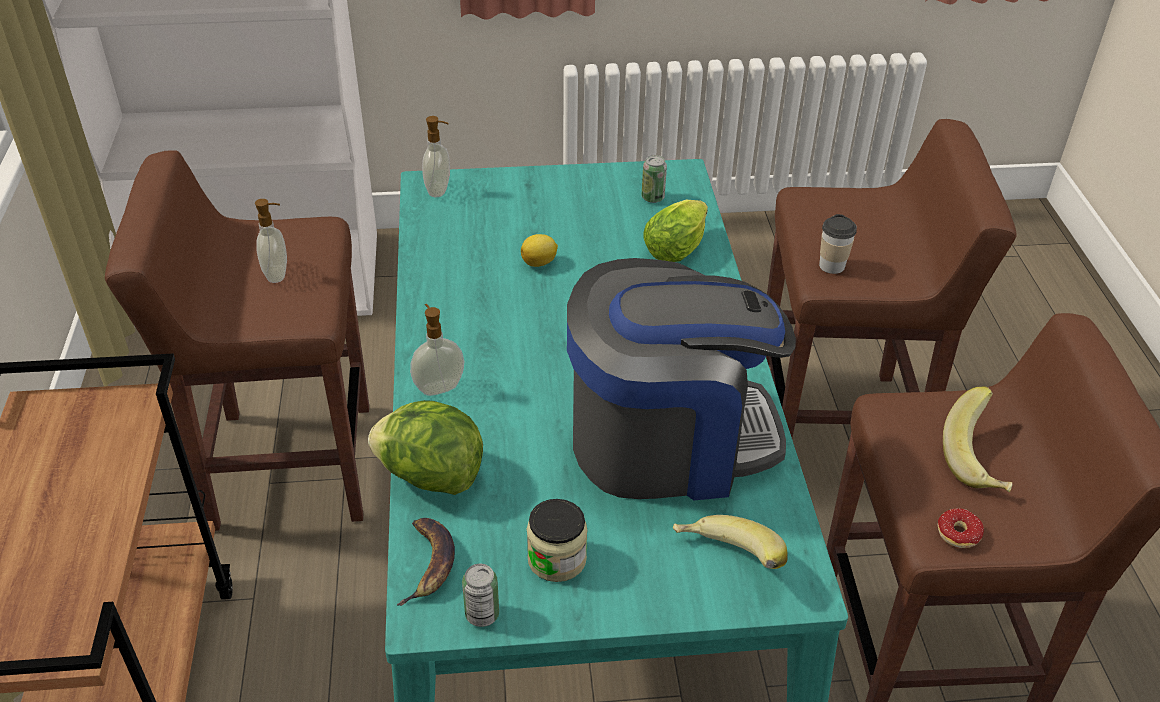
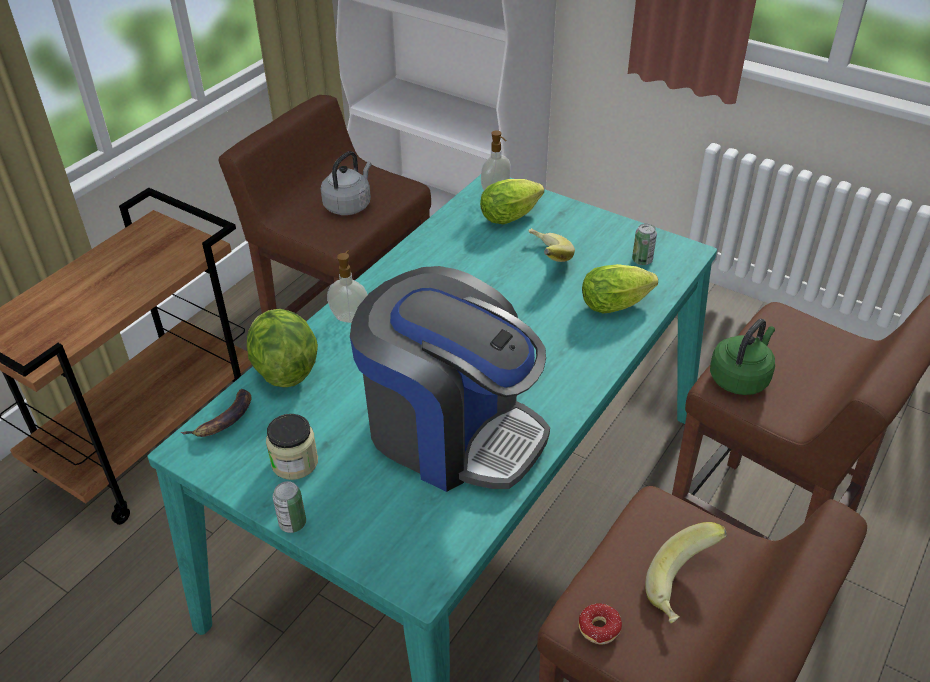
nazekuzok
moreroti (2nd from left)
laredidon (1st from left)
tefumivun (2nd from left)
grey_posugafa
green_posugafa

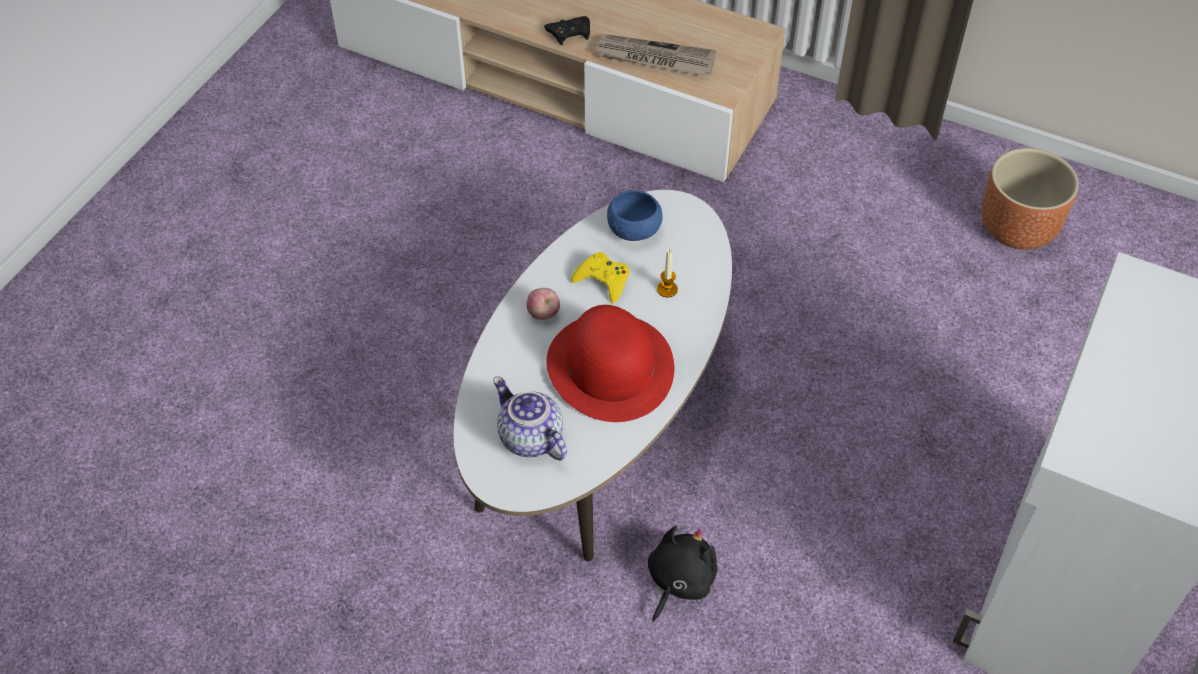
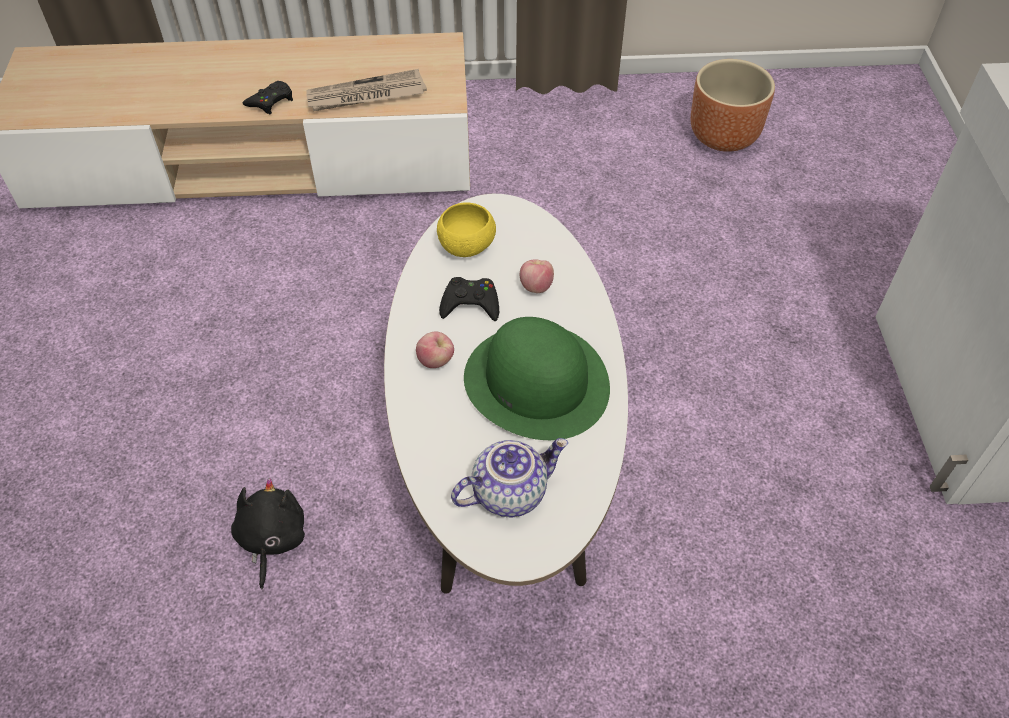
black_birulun
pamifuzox (2nd from left)
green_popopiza
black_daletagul (2nd from left)
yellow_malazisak
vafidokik

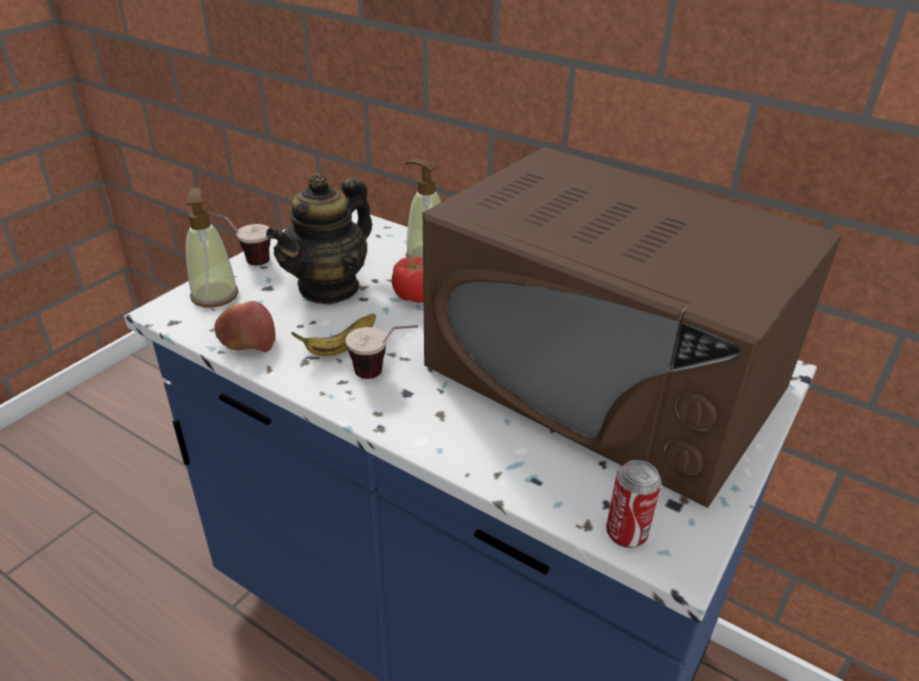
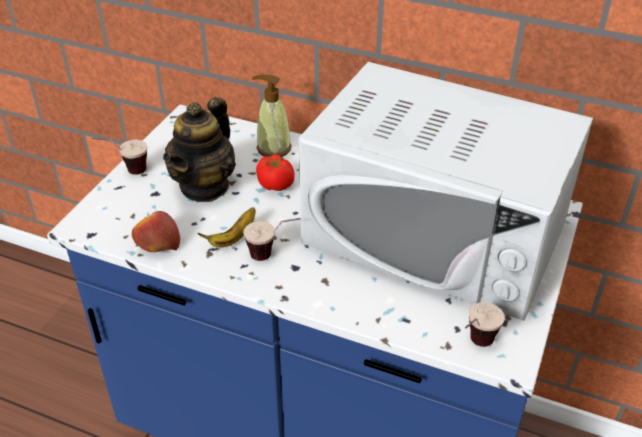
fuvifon (1st from left in the first image)
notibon (3rd from left)
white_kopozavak

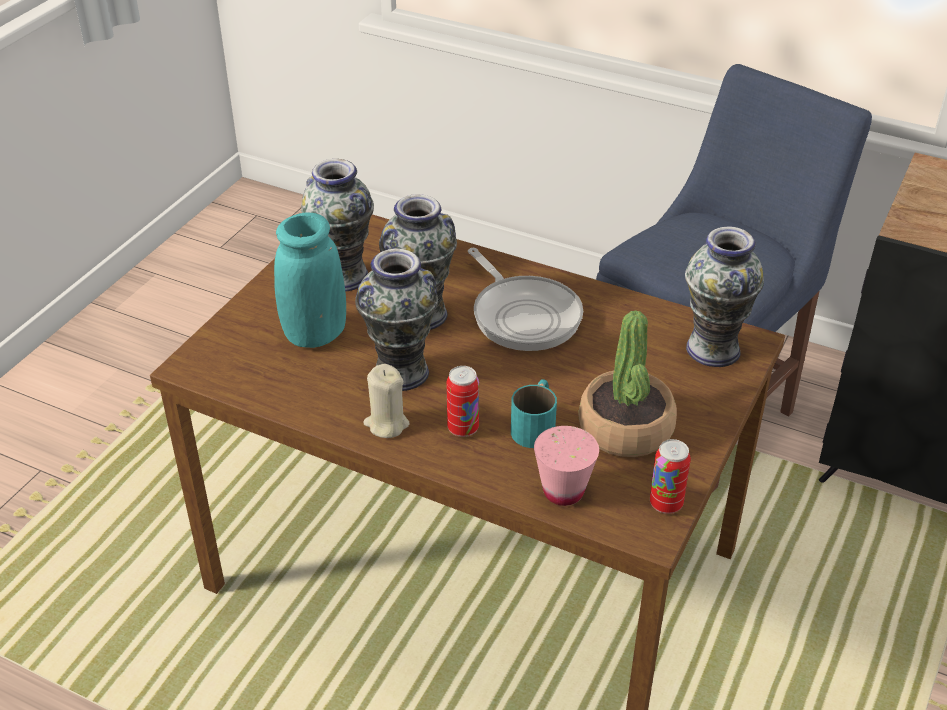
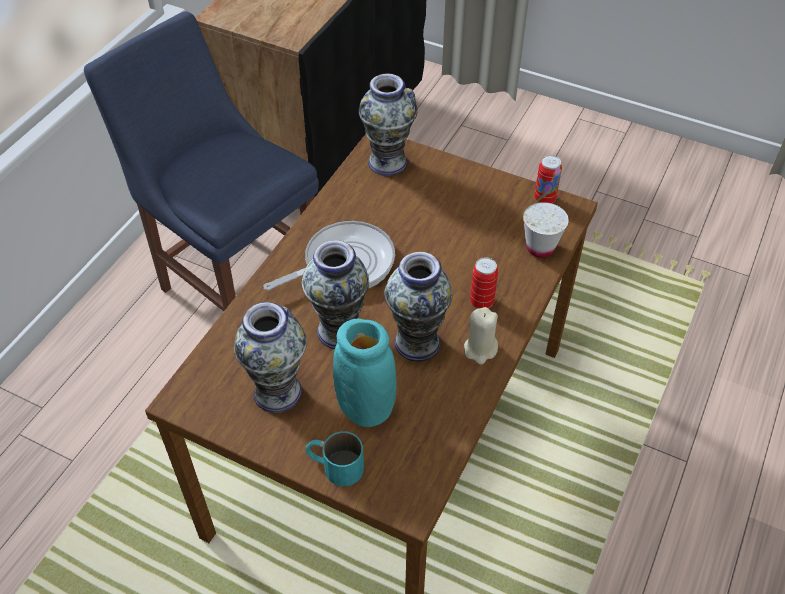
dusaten
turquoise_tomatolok
white_notibon

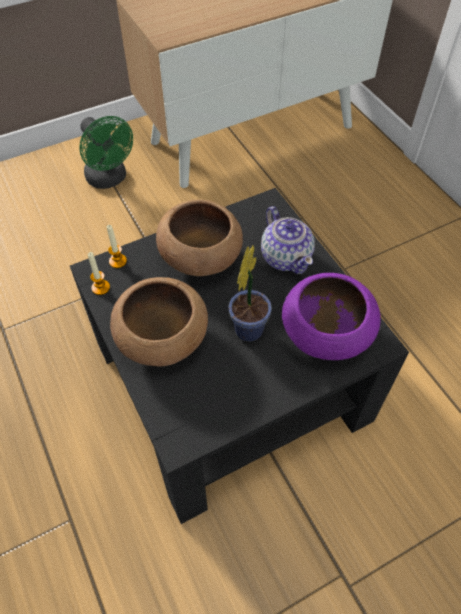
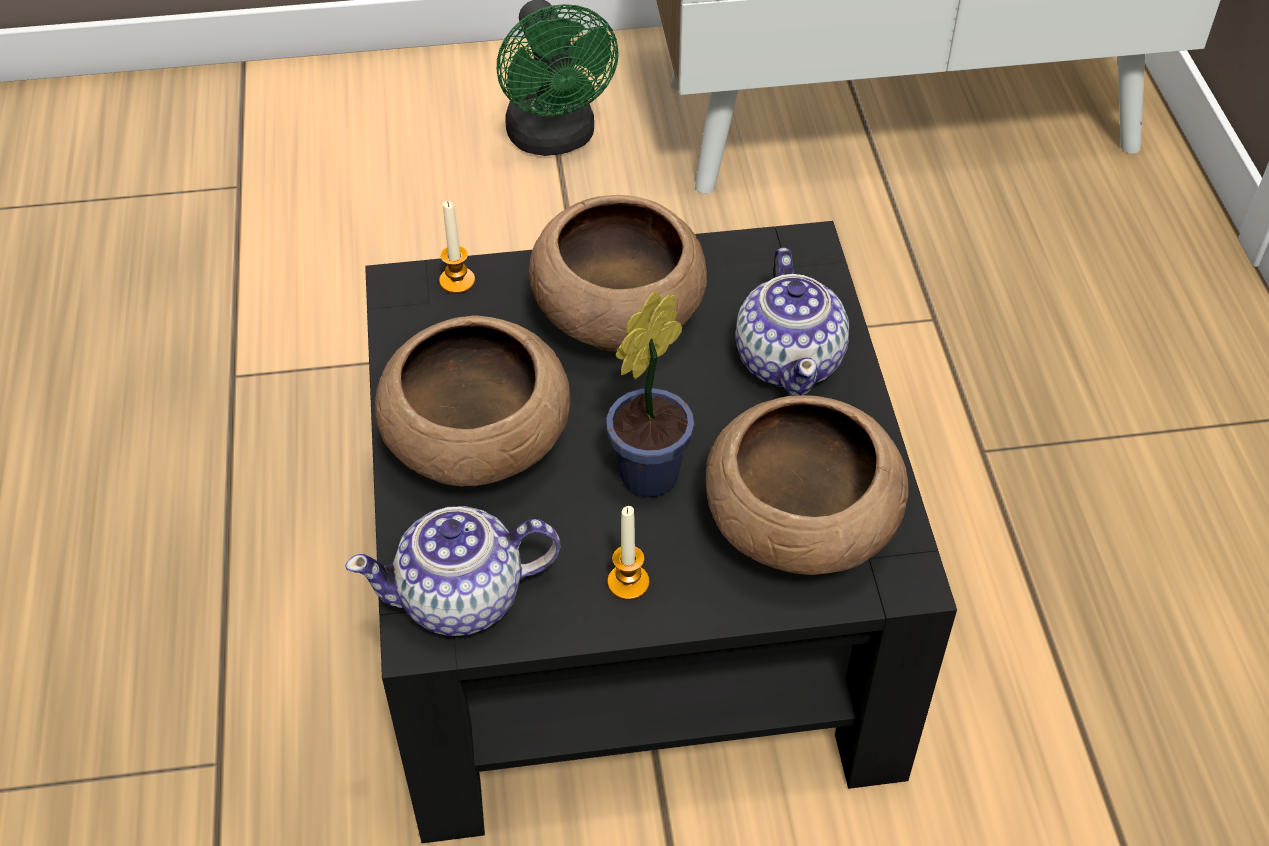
vafidokik (1st from left)
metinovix (2nd from left)
brown_malazisak (3rd from left)

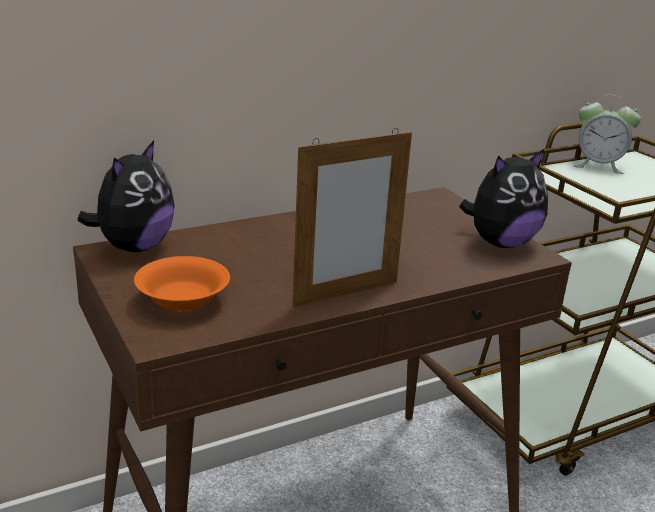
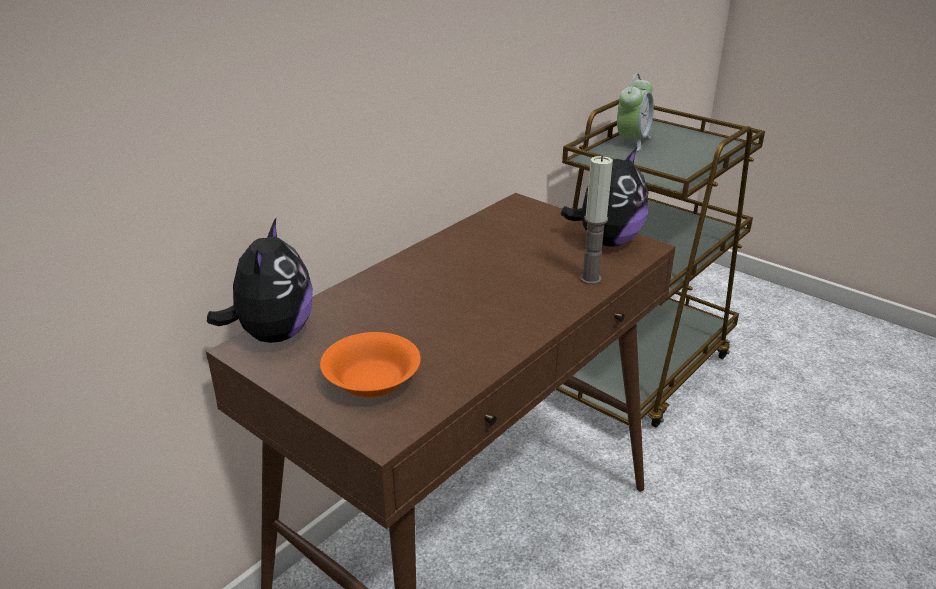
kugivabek
metinovix
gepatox

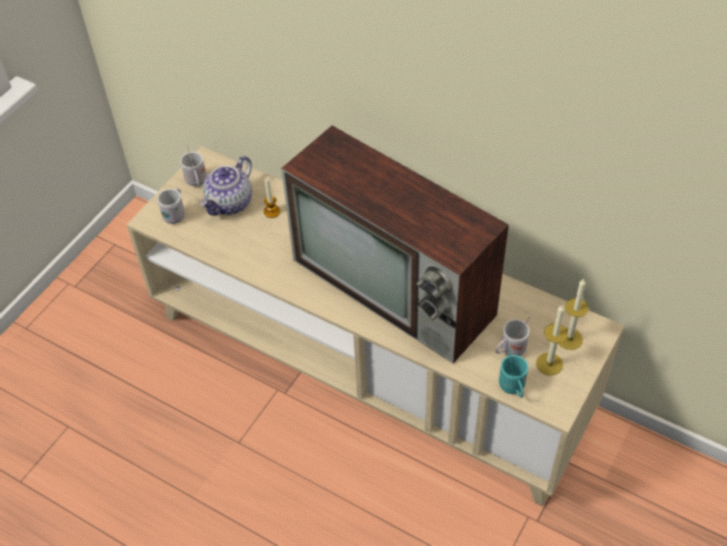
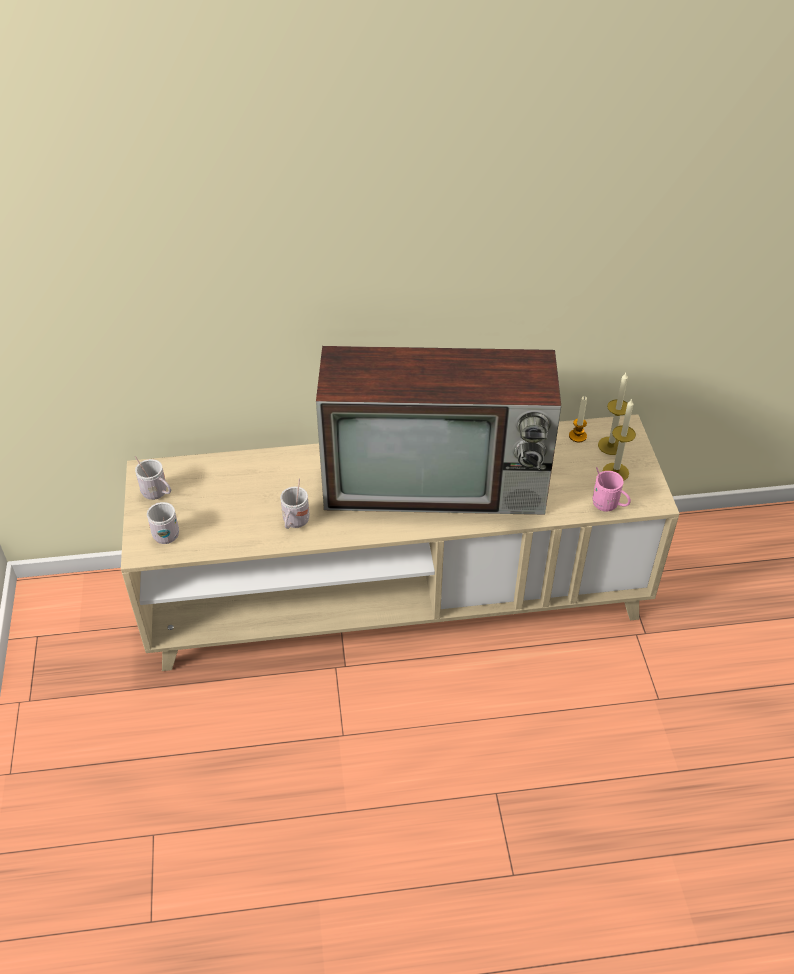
vafidokik
metinovix (1st from left)
white_tomatolok (3rd from left)
pink_tomatolok

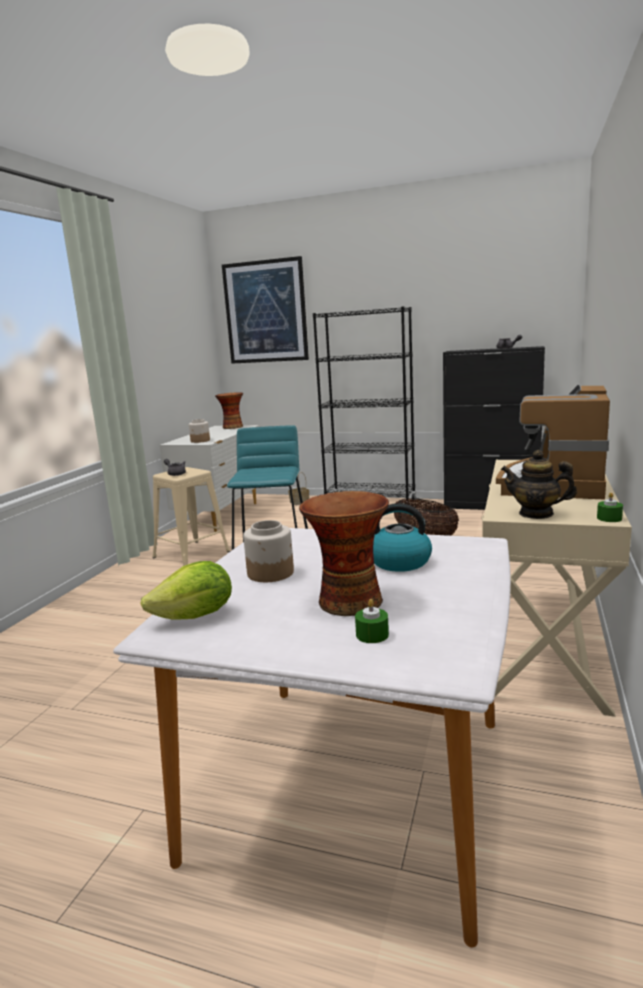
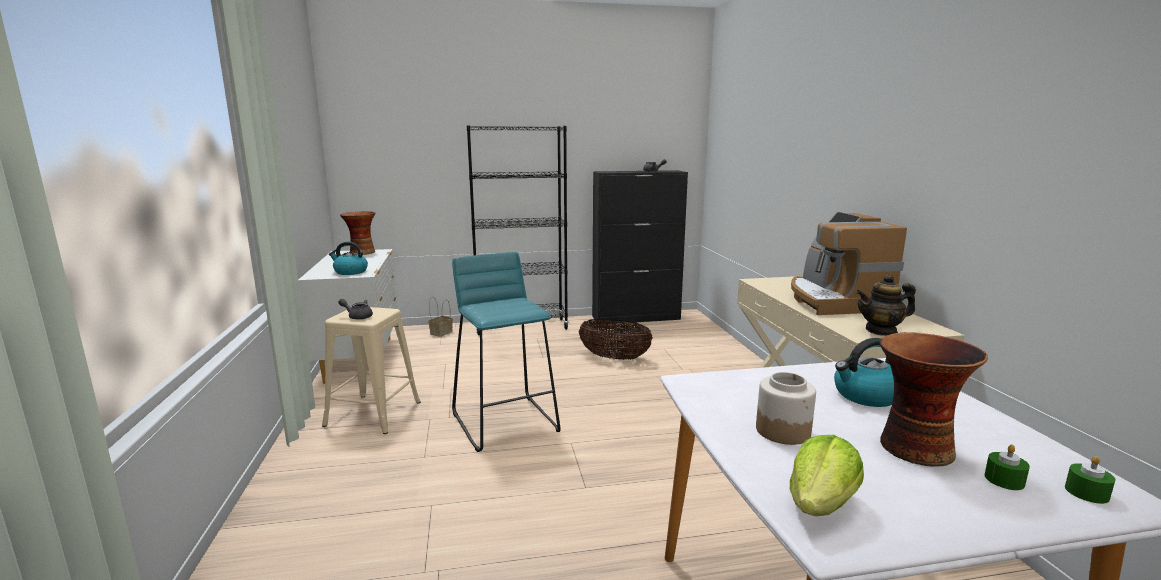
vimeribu
green_metinovix (2nd from left)
posugafa (1st from left)

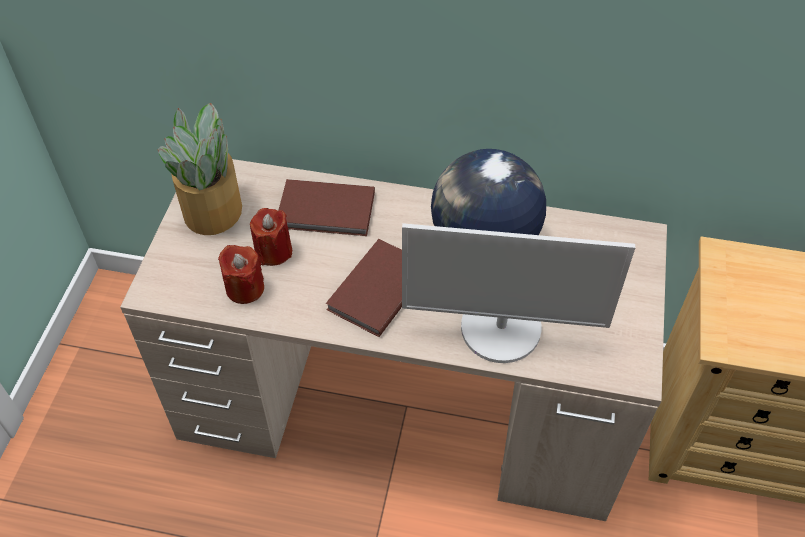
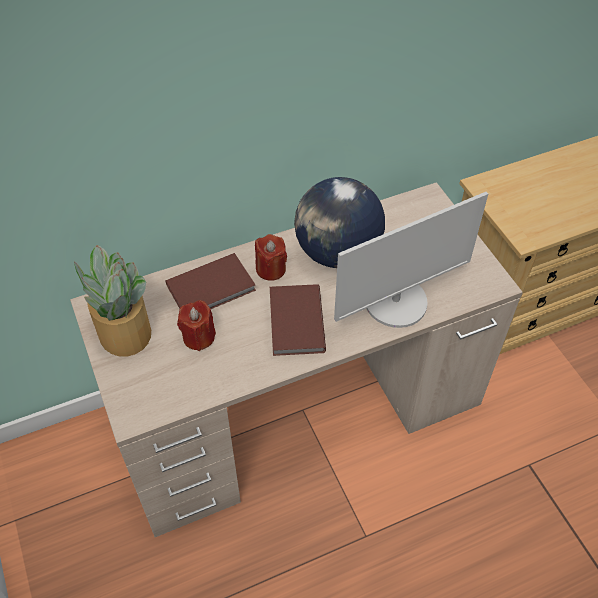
red_metinovix (2nd from left)

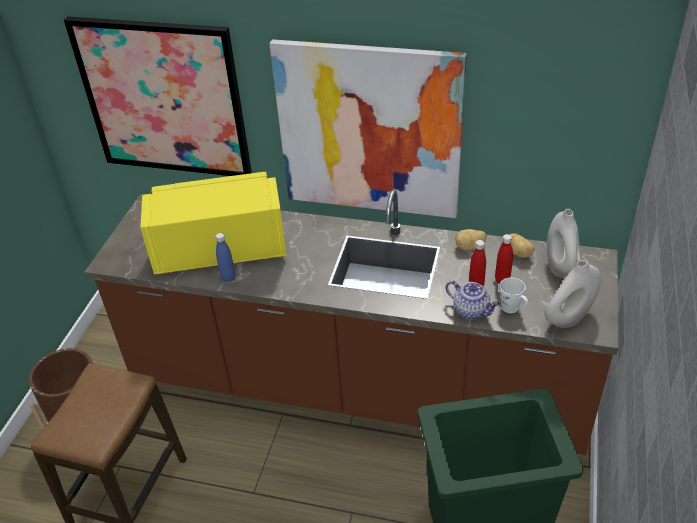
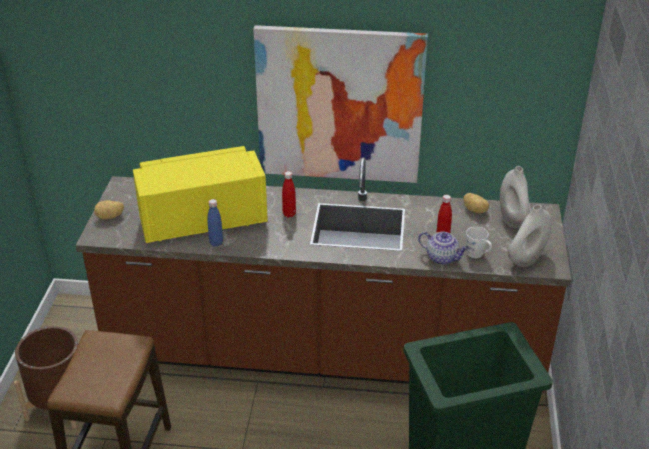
vimeribu (1st from left in the first image)
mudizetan (1st from left)
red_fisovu (1st from left)

